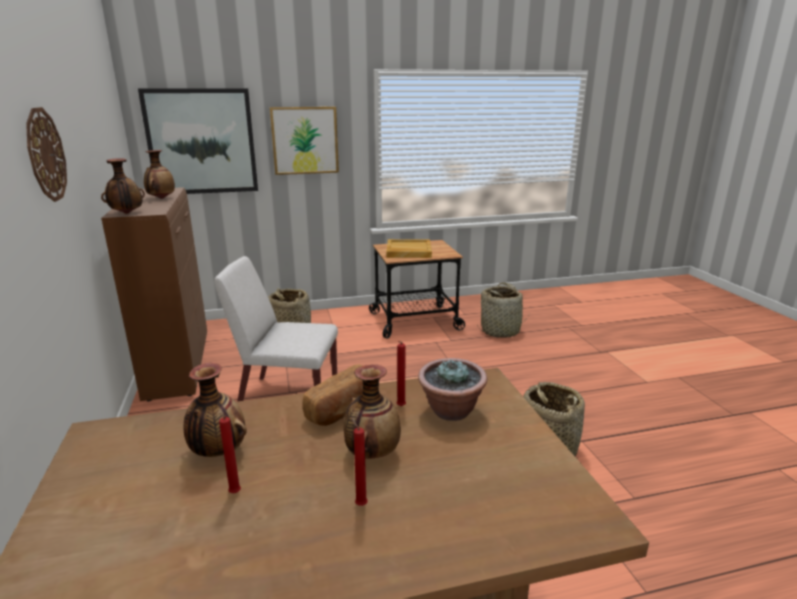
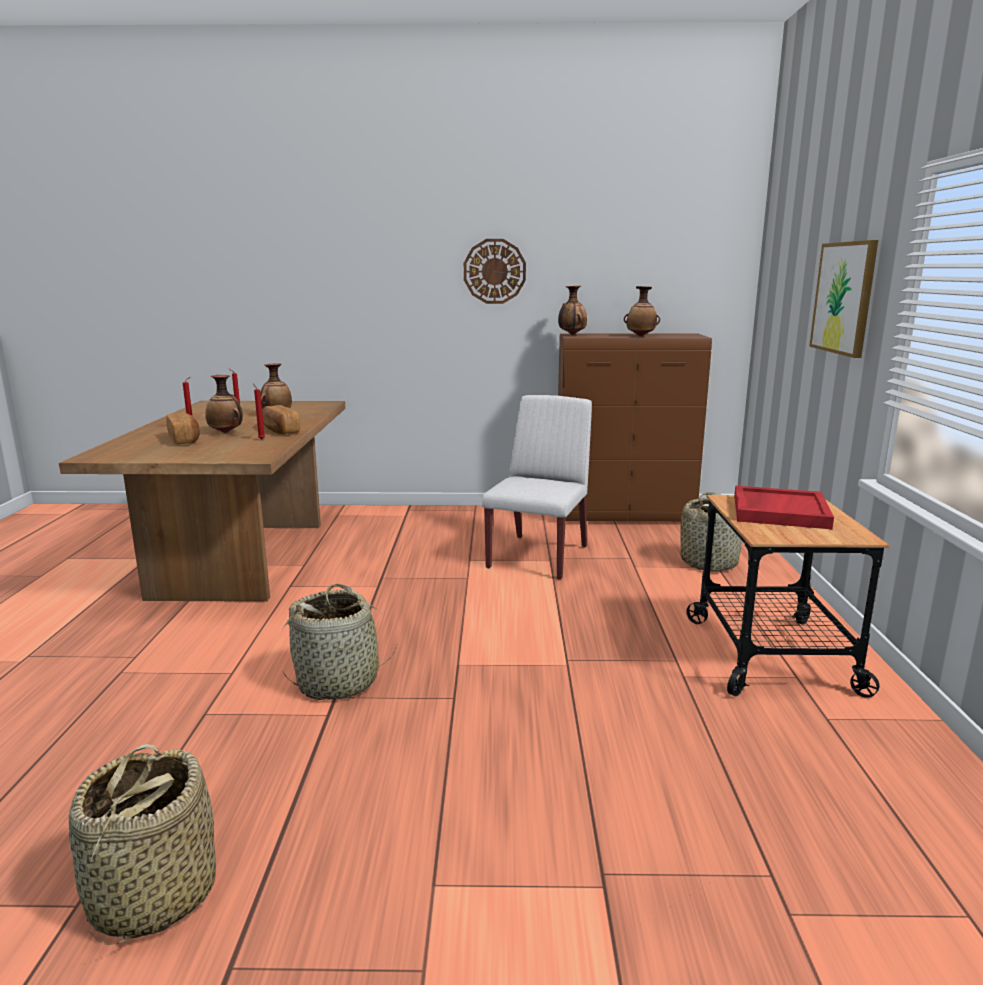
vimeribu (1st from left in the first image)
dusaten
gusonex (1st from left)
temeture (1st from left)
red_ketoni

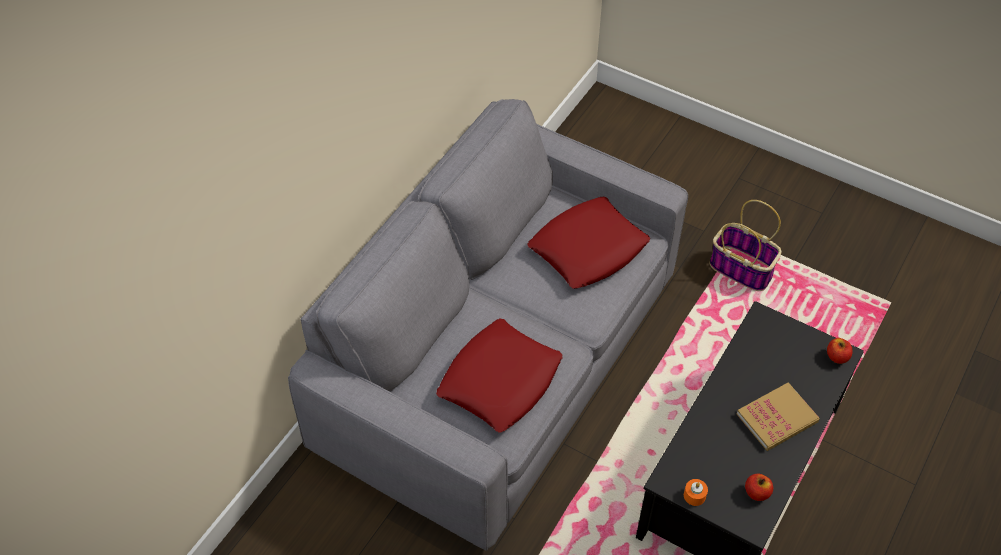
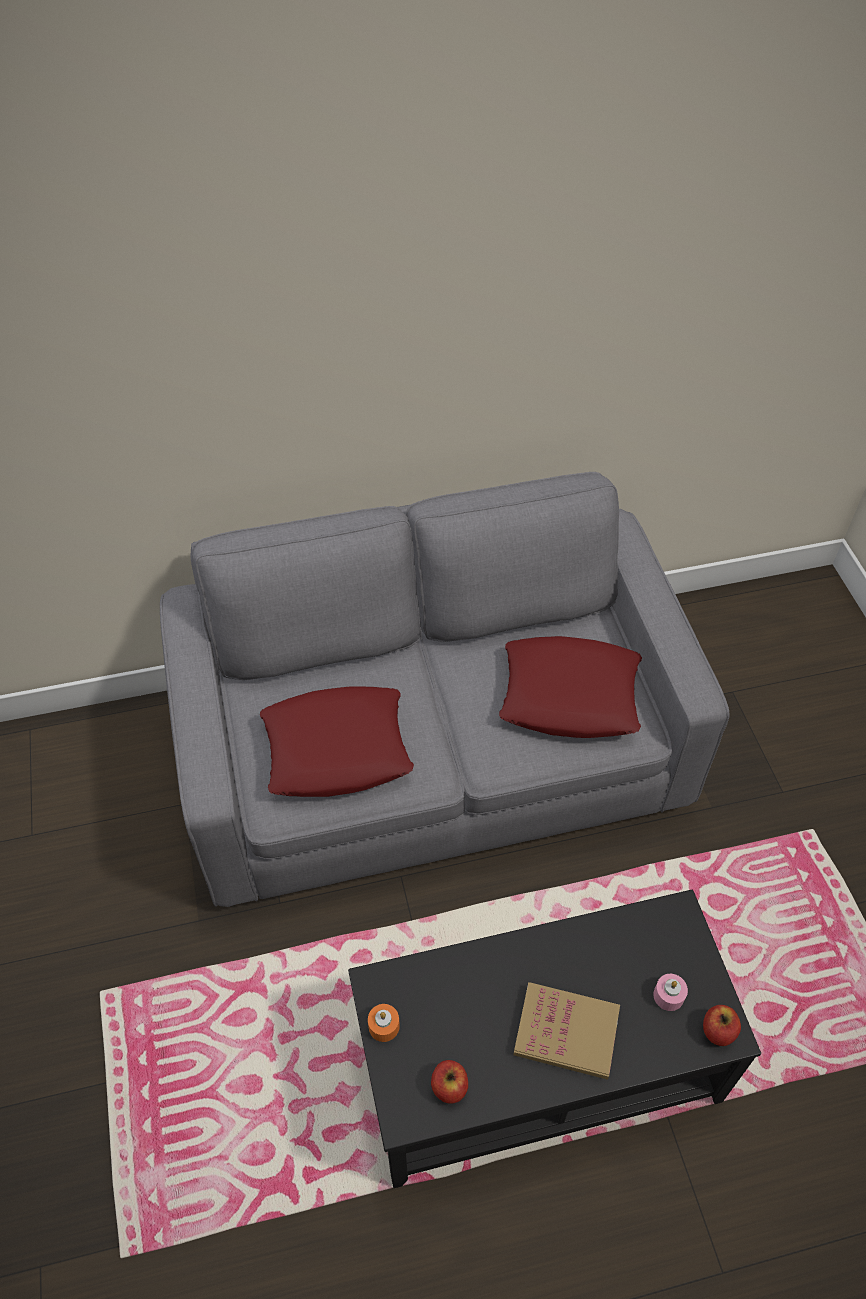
temeture
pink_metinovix

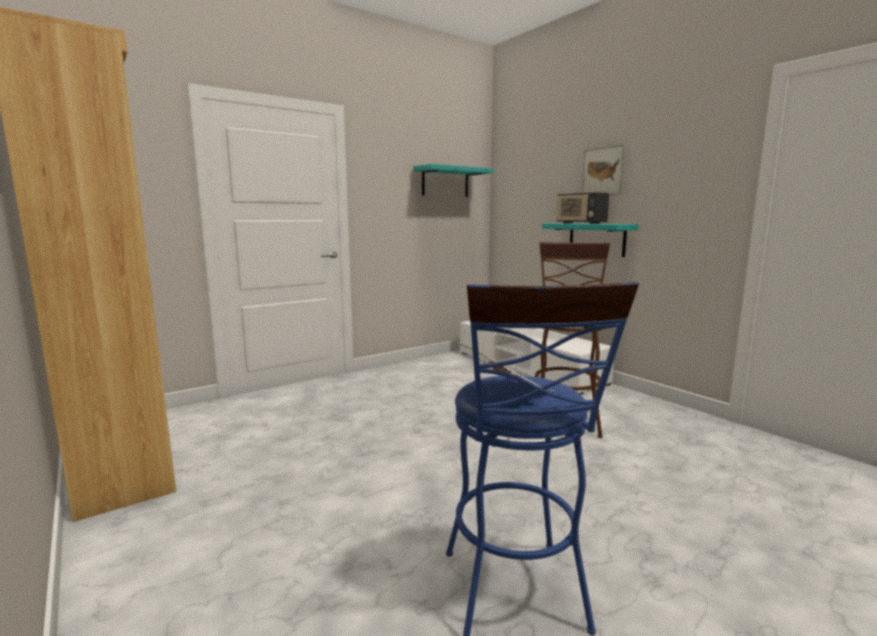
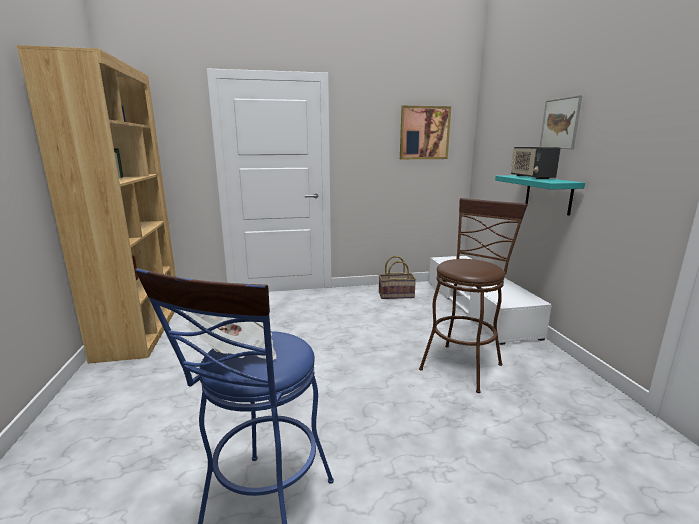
temeture
vimeribu (1st from left)

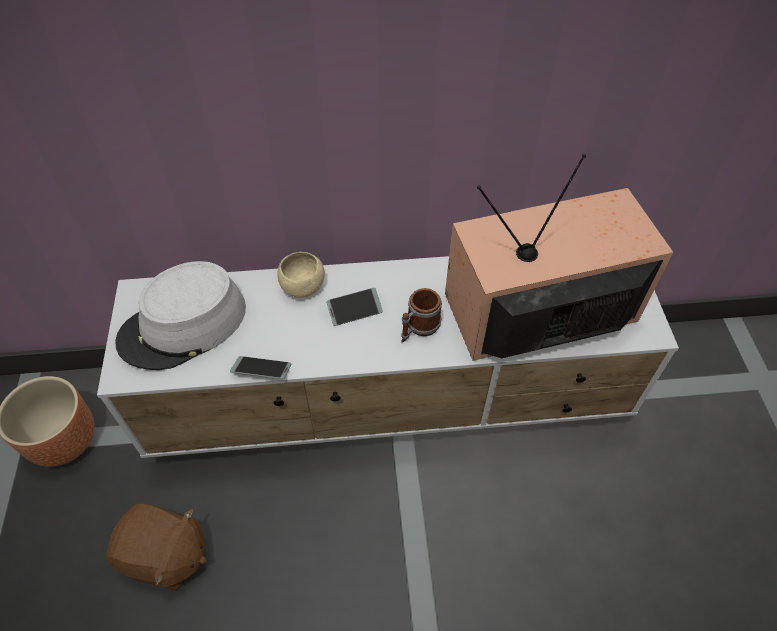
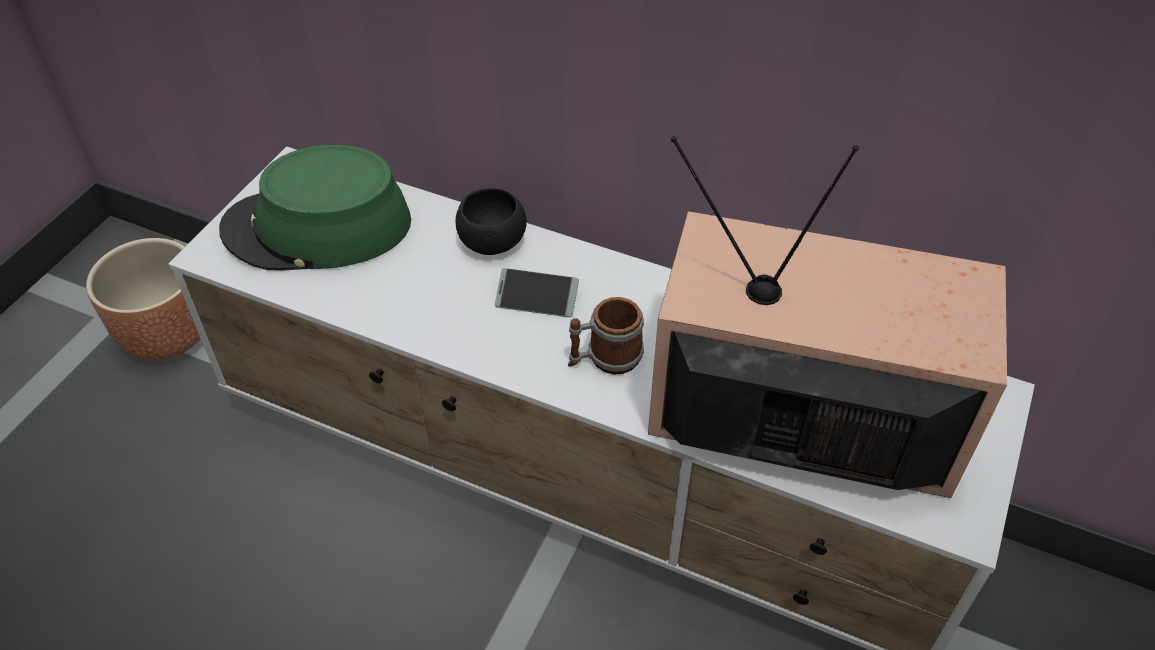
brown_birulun
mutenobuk (1st from left in the first image)
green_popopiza
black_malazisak

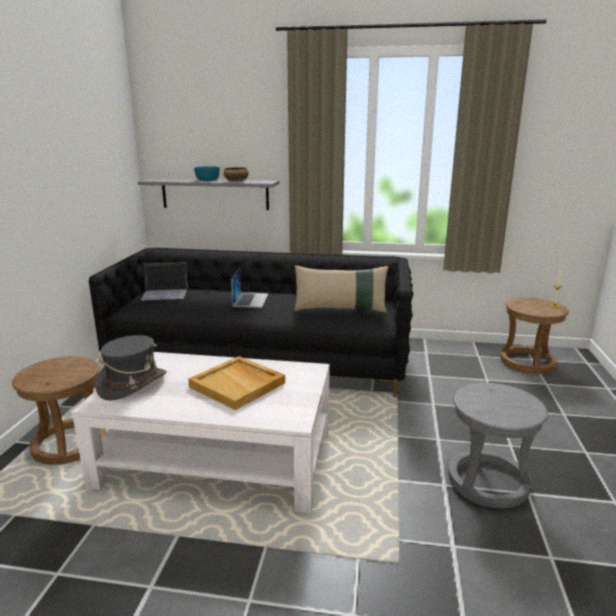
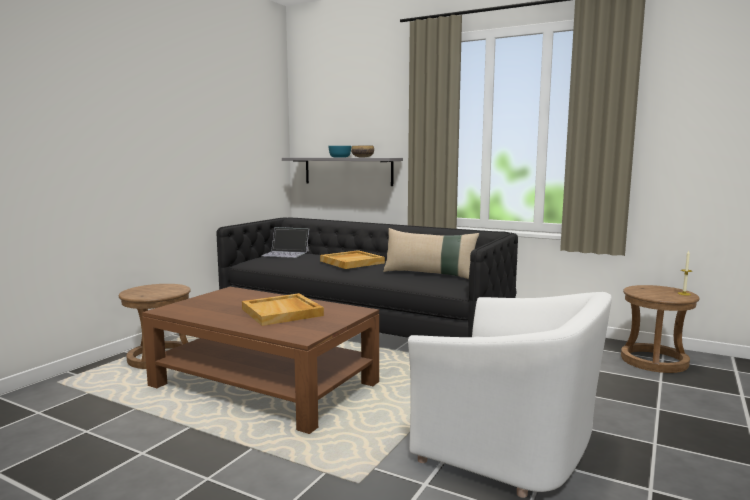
grey_popopiza
beige_ketoni (2nd from left)
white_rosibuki
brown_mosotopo

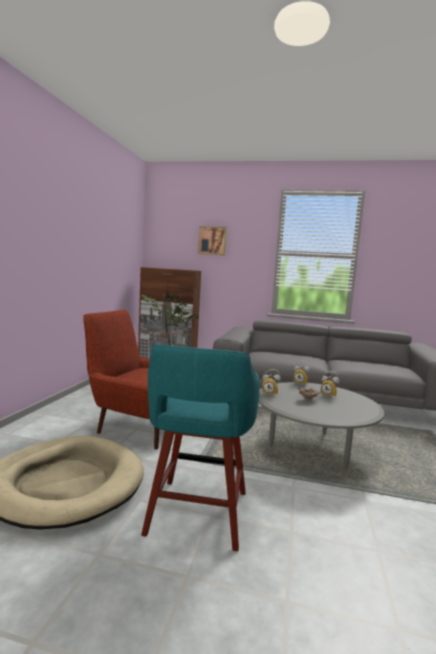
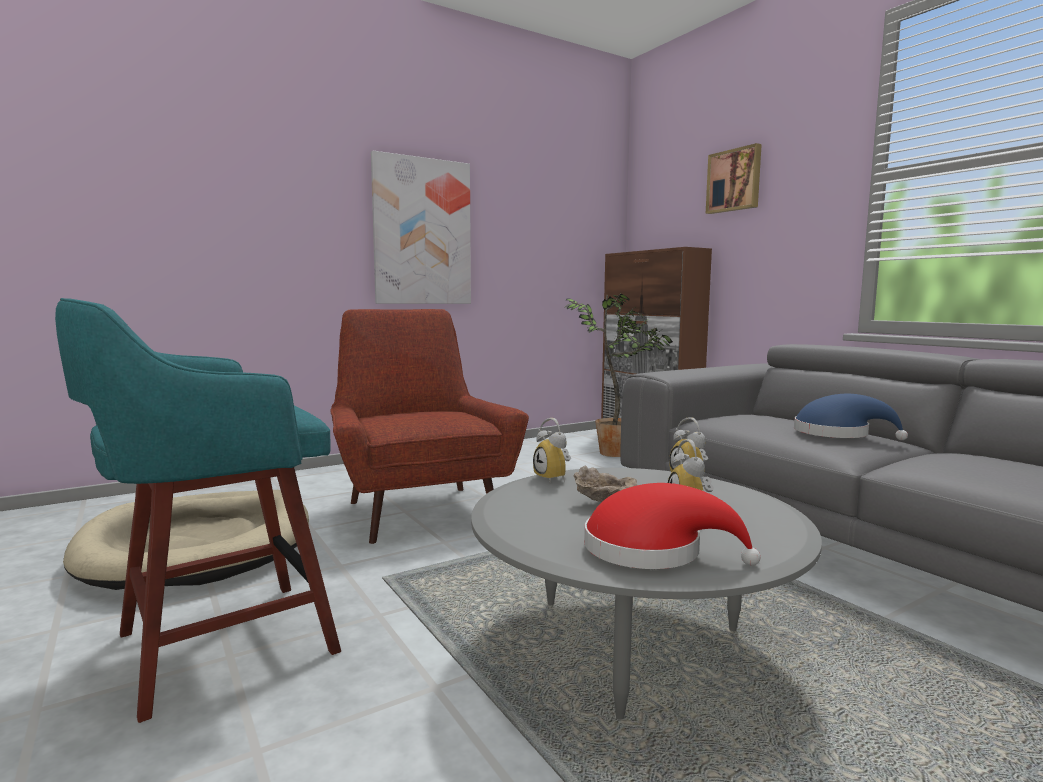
vimeribu (1st from left)
red_popopiza
blue_popopiza

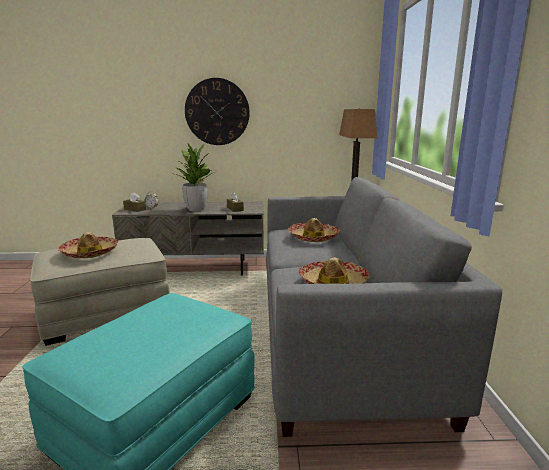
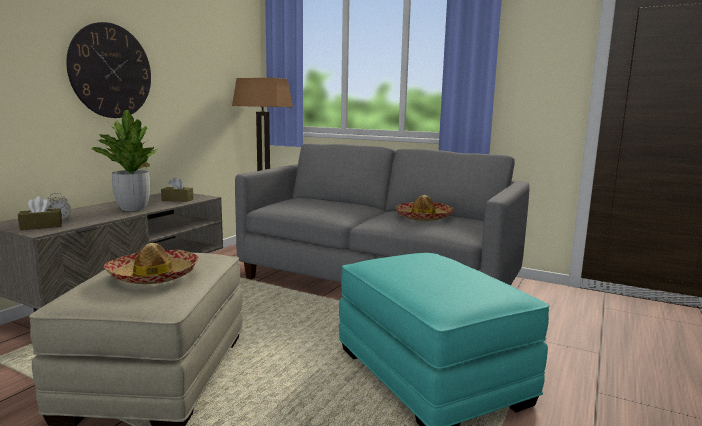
popopiza (2nd from left in the first image)

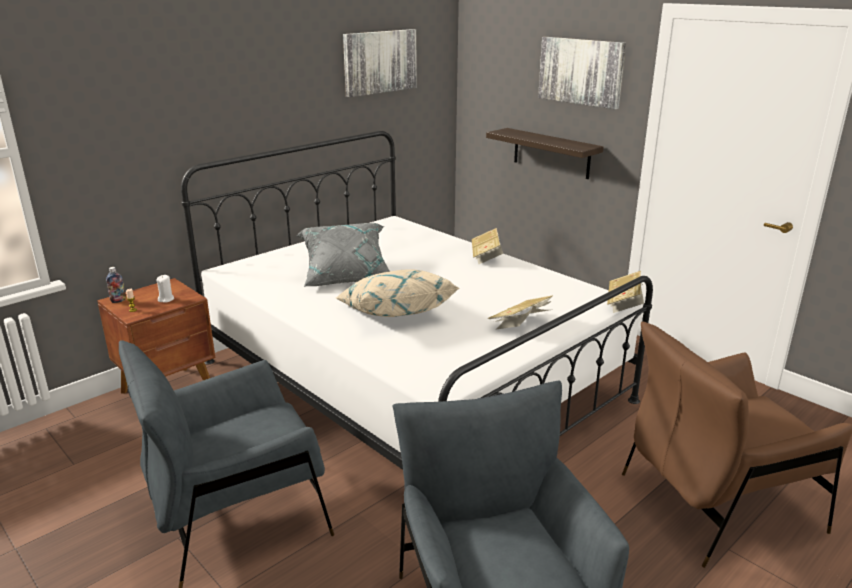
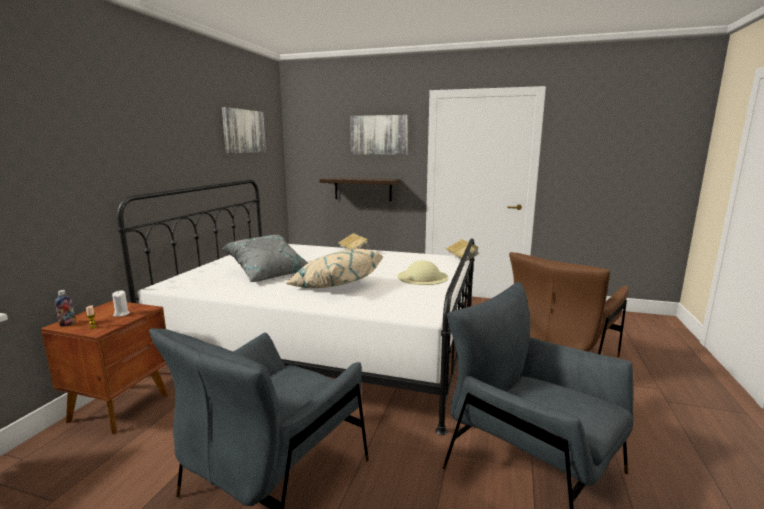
beige_popopiza

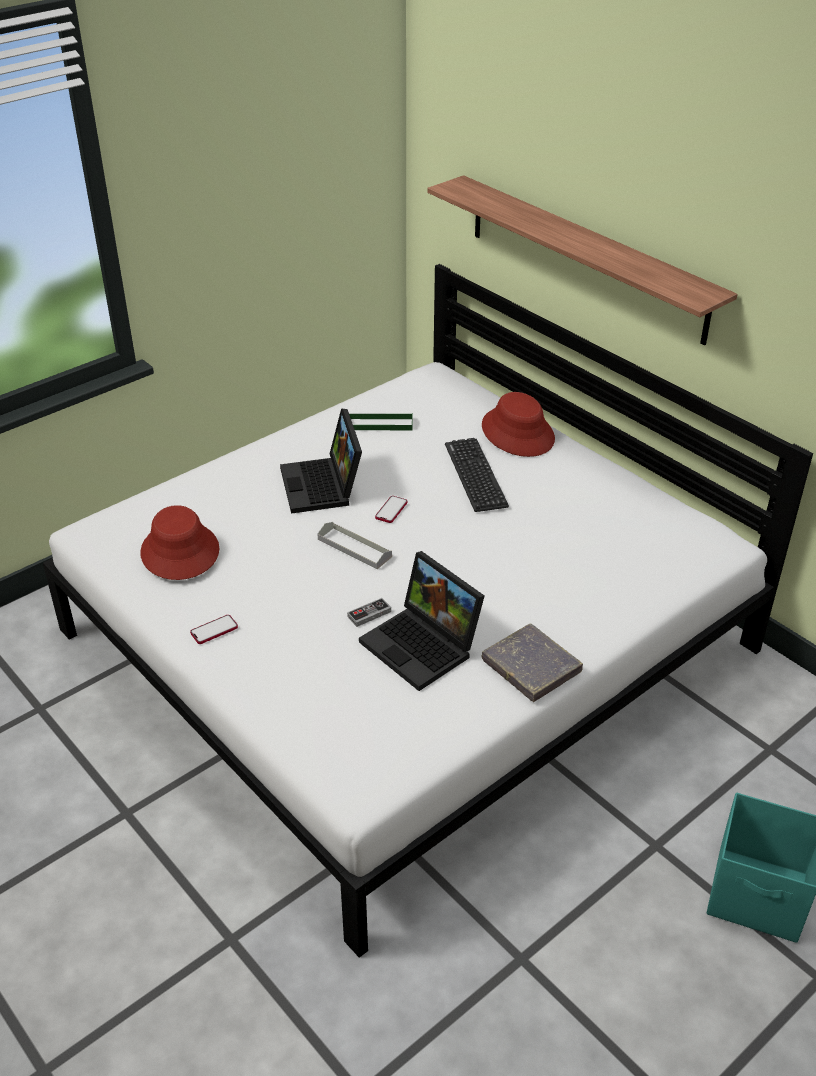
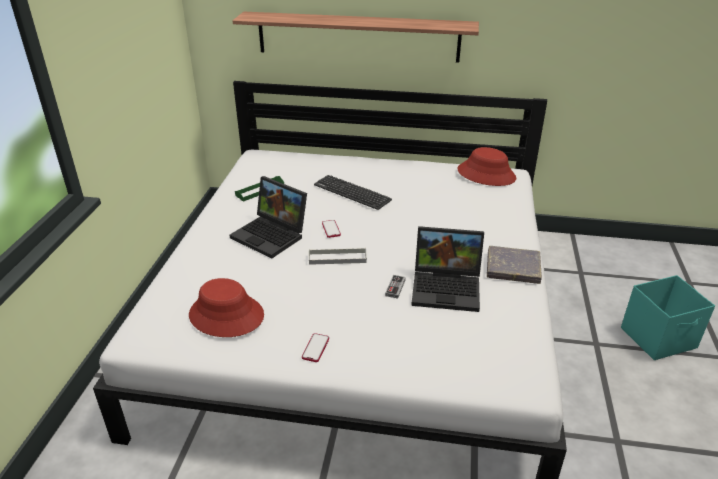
red_popopiza (2nd from left)

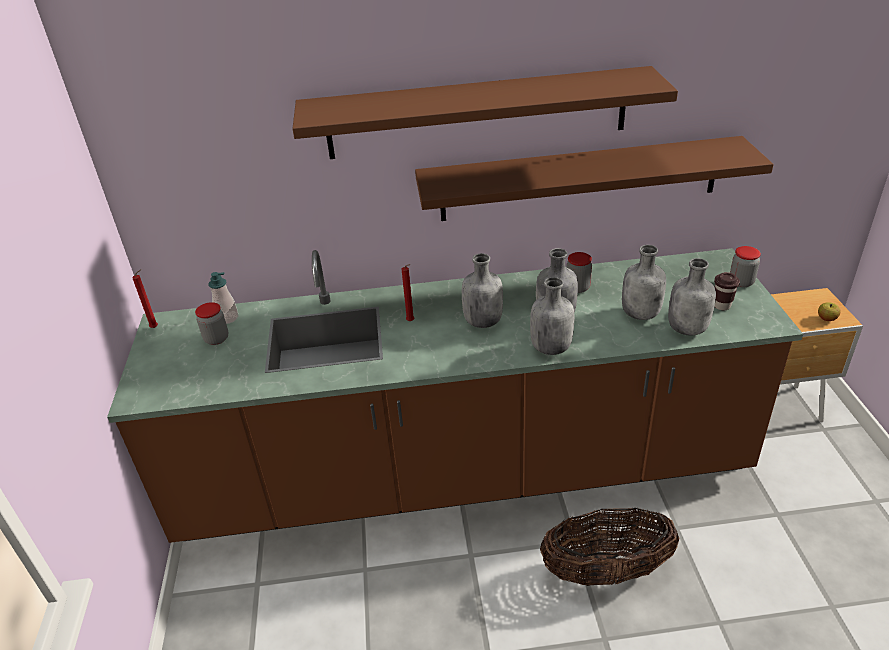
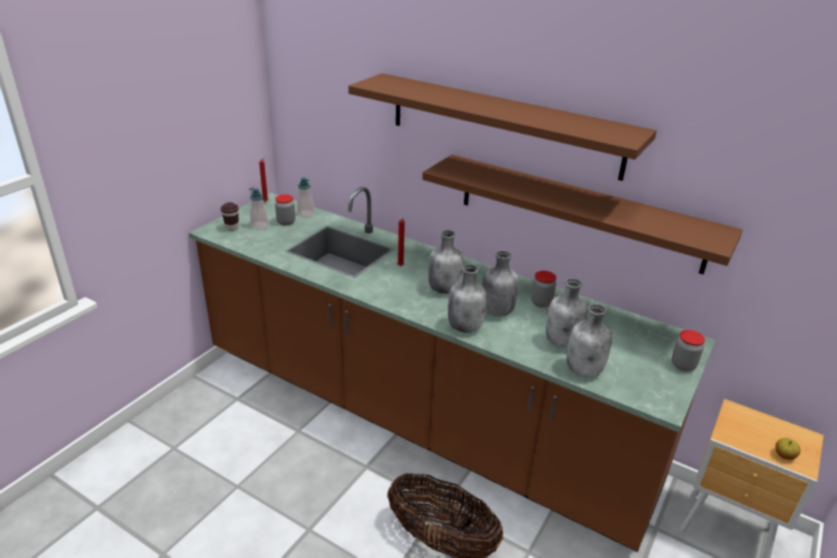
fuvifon (1st from left)
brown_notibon

